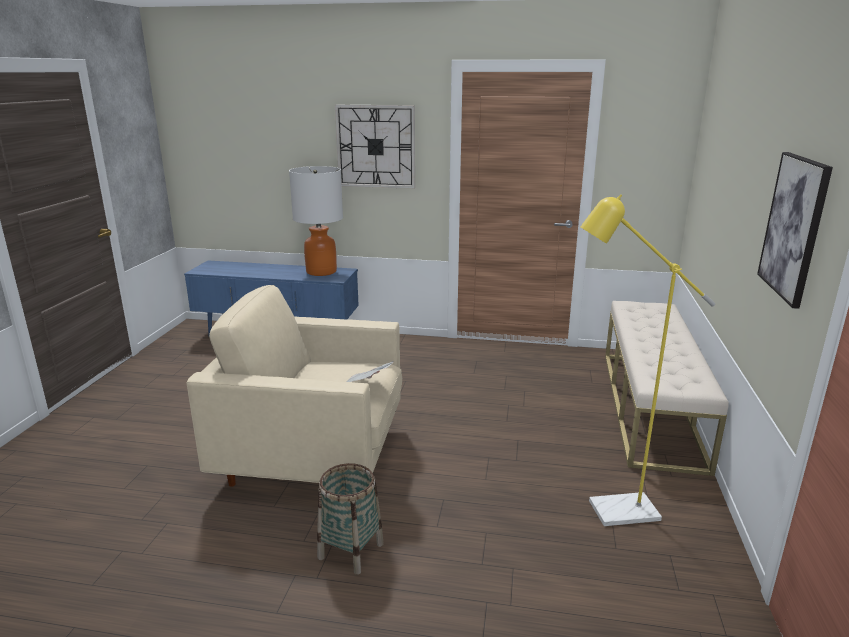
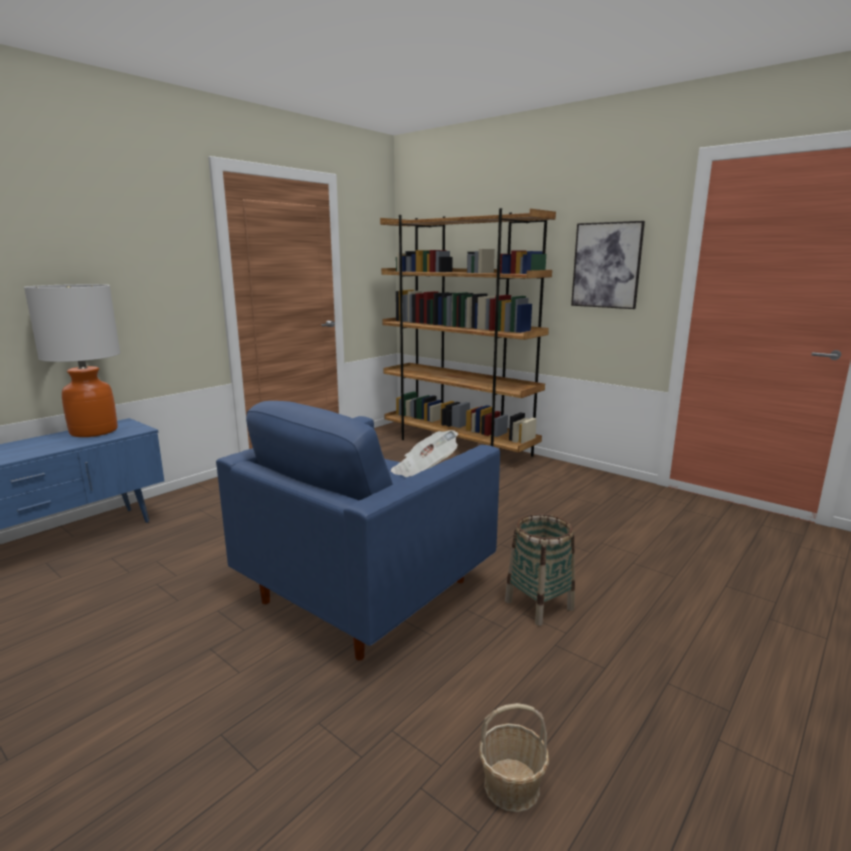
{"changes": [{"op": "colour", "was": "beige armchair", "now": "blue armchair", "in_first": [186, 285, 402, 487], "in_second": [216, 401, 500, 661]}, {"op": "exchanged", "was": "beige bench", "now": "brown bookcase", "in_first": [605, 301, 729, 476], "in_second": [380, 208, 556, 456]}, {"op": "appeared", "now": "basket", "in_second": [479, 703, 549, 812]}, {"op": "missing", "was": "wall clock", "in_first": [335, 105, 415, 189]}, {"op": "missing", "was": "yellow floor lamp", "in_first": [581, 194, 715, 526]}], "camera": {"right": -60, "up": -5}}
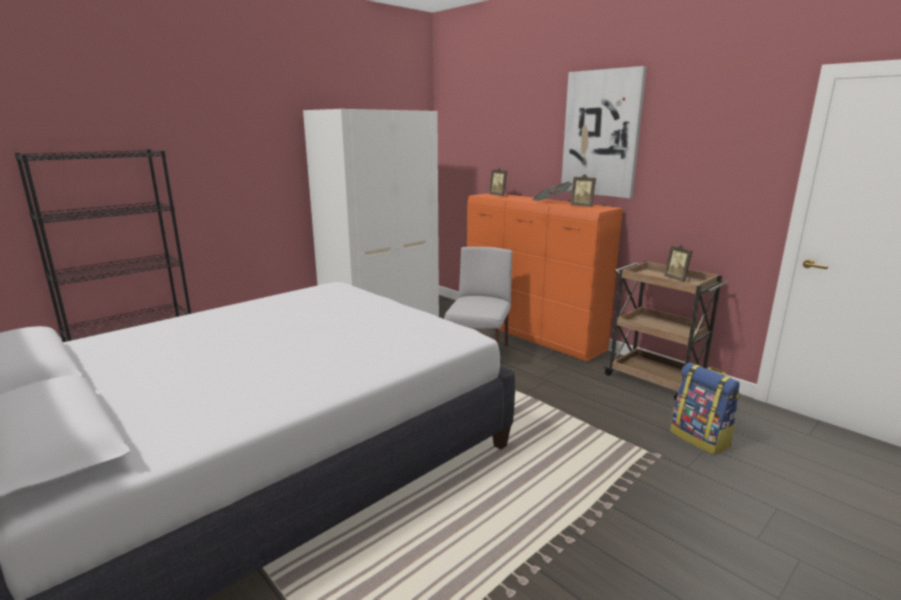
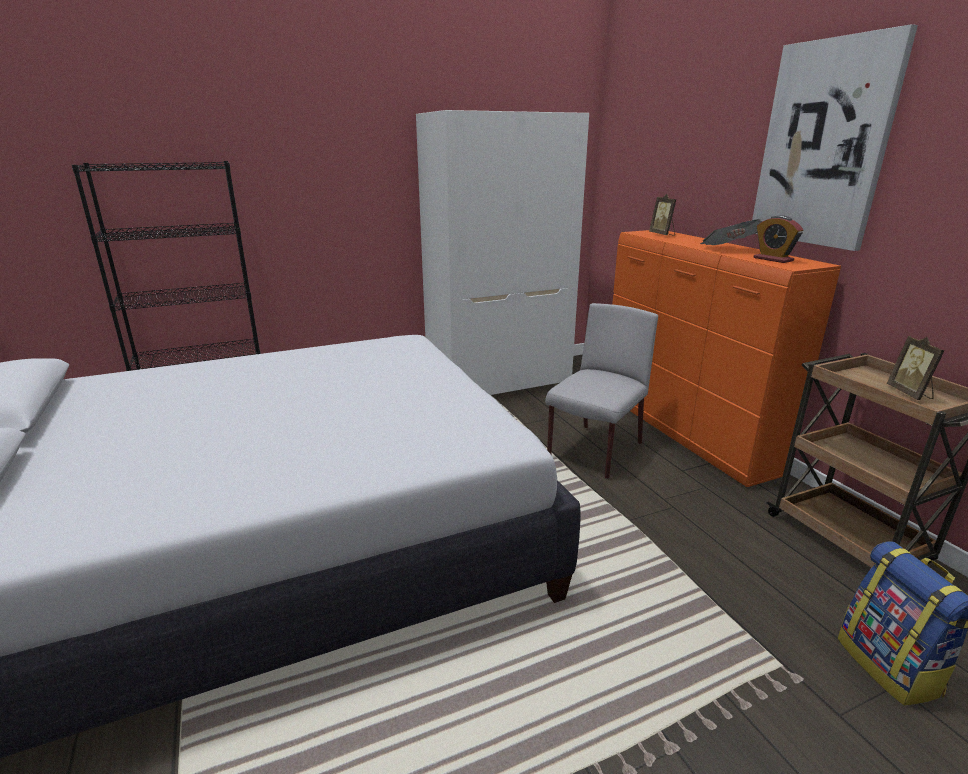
{"changes": [{"op": "exchanged", "was": "picture frame", "now": "alarm clock", "in_first": [570, 174, 596, 207], "in_second": [754, 216, 803, 263]}], "camera": {"right": 20, "up": 5}}
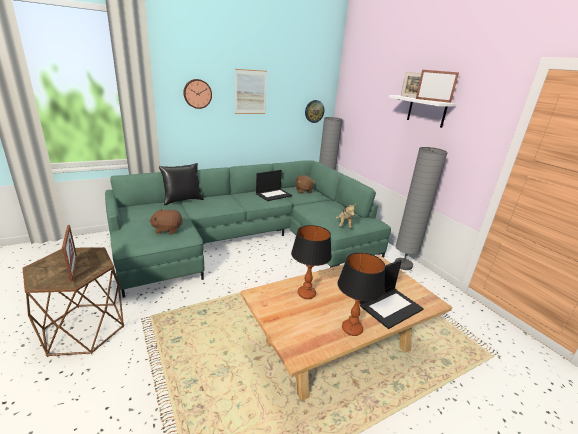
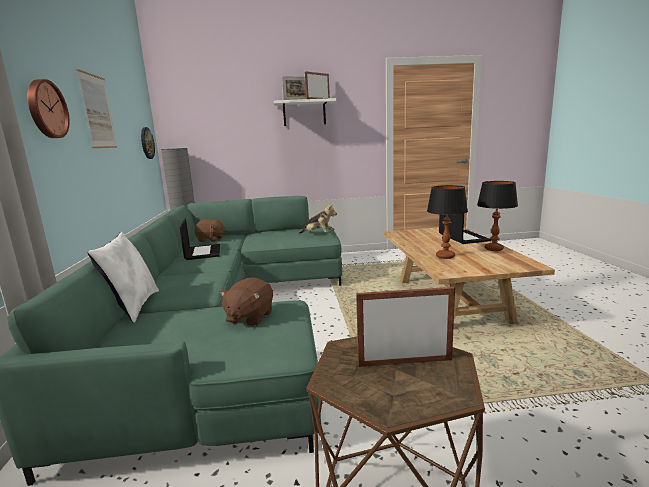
{"changes": [{"op": "colour", "was": "black pillow", "now": "white pillow", "in_first": [159, 163, 204, 205], "in_second": [87, 232, 159, 323]}, {"op": "missing", "was": "grey floor lamp", "in_first": [395, 147, 448, 270]}], "camera": {"right": -65, "up": -10}}
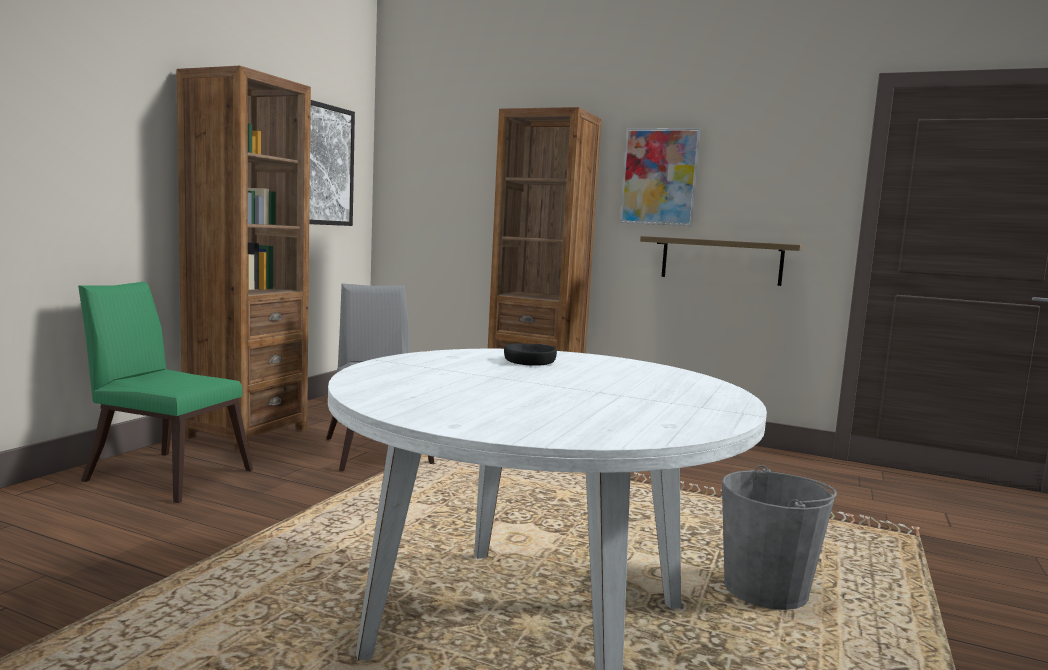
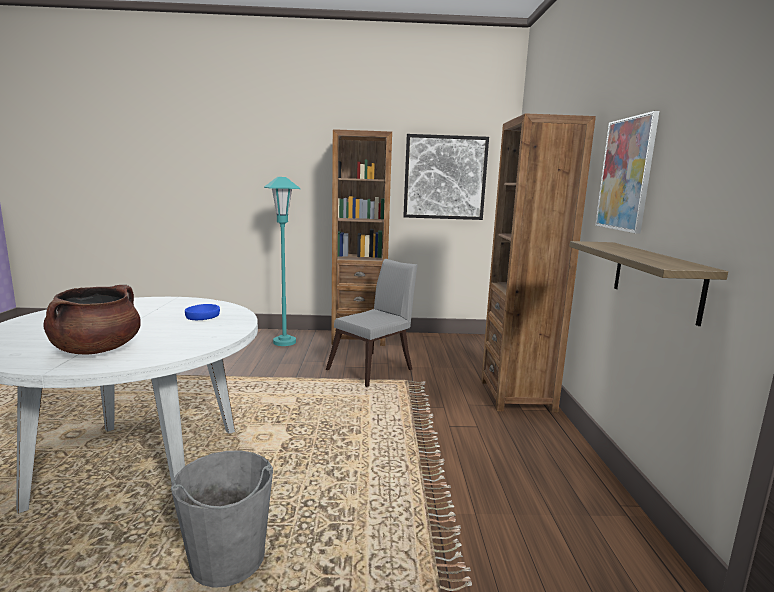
{"changes": [{"op": "appeared", "now": "brown cooking pot", "in_second": [43, 285, 141, 354]}, {"op": "colour", "was": "black bowl", "now": "blue bowl", "in_first": [504, 343, 557, 366], "in_second": [185, 304, 220, 320]}, {"op": "exchanged", "was": "green chair", "now": "turquoise floor lamp", "in_first": [78, 282, 253, 503], "in_second": [264, 177, 300, 346]}], "camera": {"right": 65, "up": 5}}
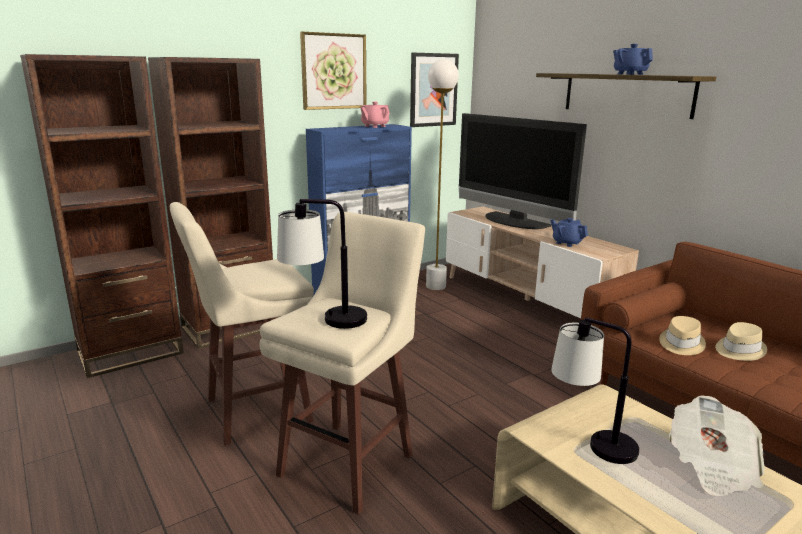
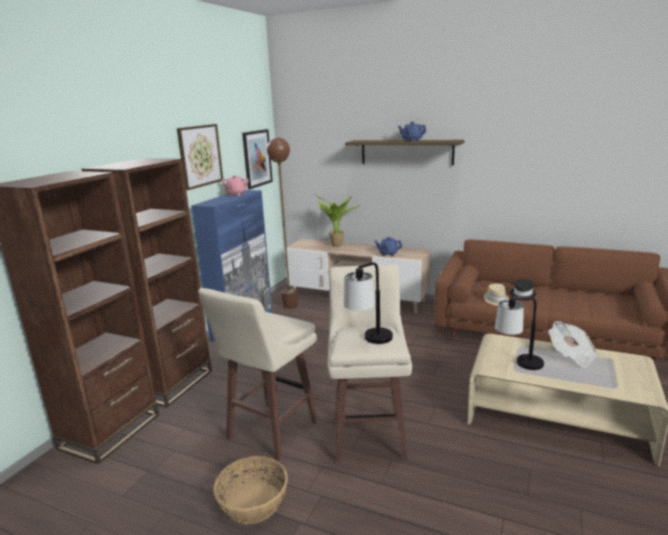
{"changes": [{"op": "appeared", "now": "basket", "in_second": [213, 456, 288, 524]}, {"op": "colour", "was": "white floor lamp", "now": "brown floor lamp", "in_first": [426, 59, 459, 290], "in_second": [267, 138, 298, 309]}, {"op": "exchanged", "was": "television", "now": "potted plant", "in_first": [459, 113, 587, 229], "in_second": [316, 195, 360, 247]}, {"op": "colour", "was": "beige hat", "now": "black hat", "in_first": [715, 322, 767, 361], "in_second": [510, 279, 536, 301]}], "camera": {"right": -30, "up": 0}}
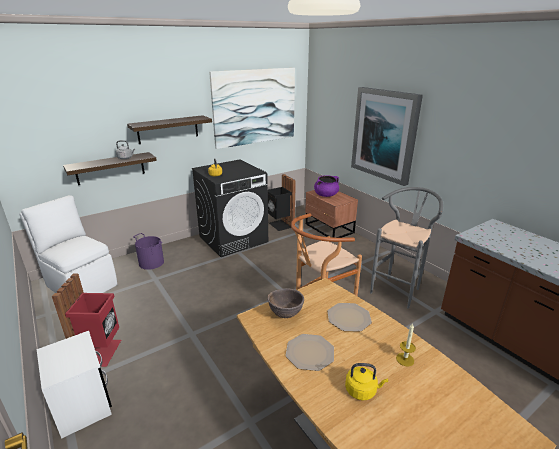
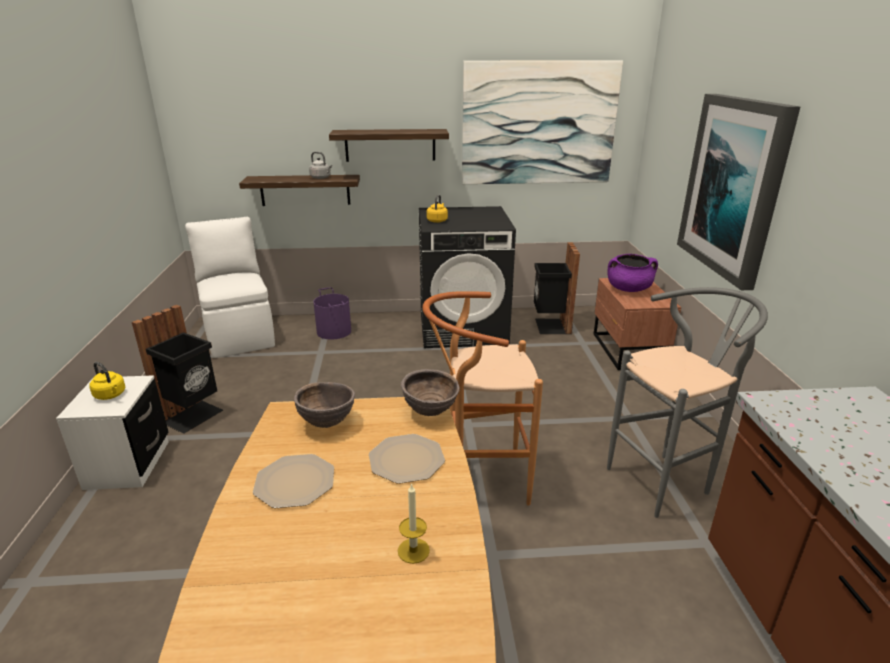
{"changes": [{"op": "relocated", "was": "yellow kettle", "in_first": [345, 363, 388, 401], "in_second": [90, 362, 125, 400]}, {"op": "colour", "was": "red trash can", "now": "black trash can", "in_first": [52, 274, 121, 367], "in_second": [132, 305, 223, 434]}, {"op": "appeared", "now": "brown bowl", "in_second": [401, 369, 460, 416]}], "camera": {"right": 30, "up": 0}}
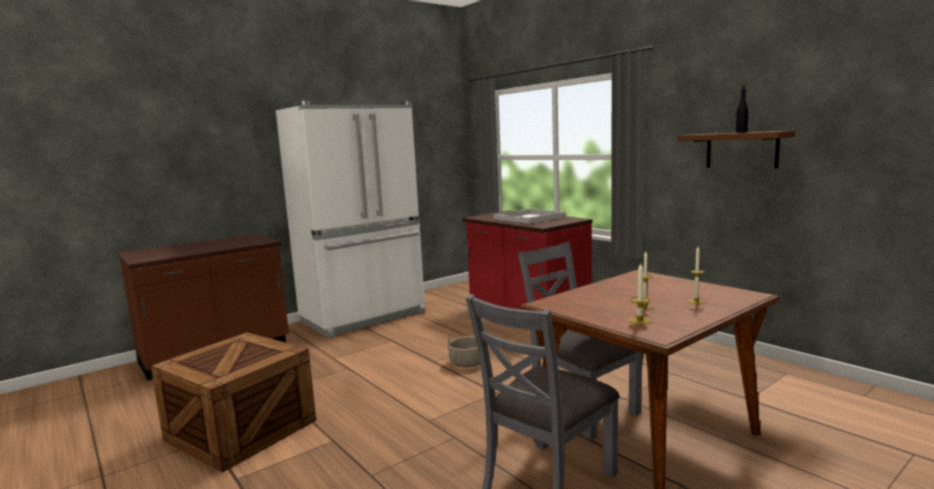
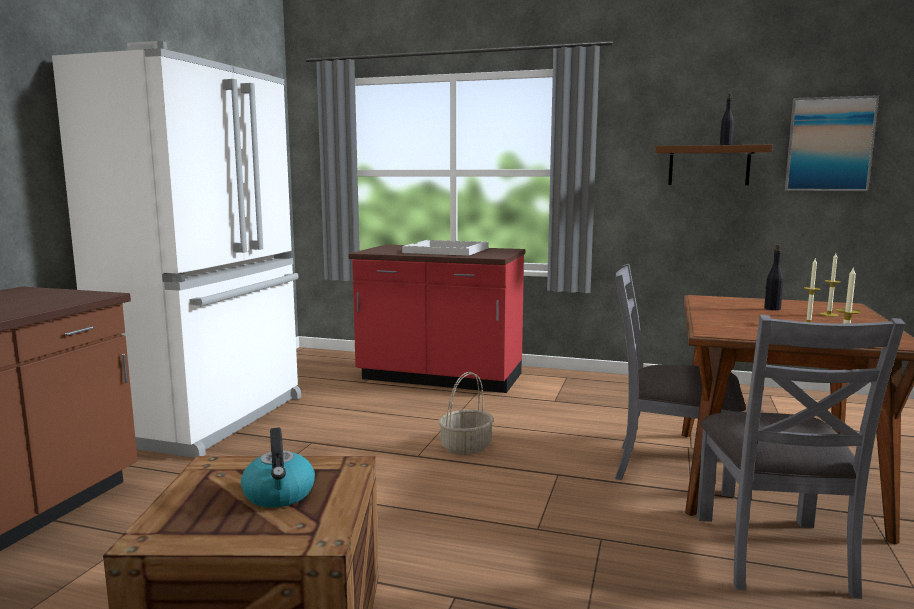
{"changes": [{"op": "appeared", "now": "kettle", "in_second": [241, 428, 315, 508]}, {"op": "appeared", "now": "black bottle", "in_second": [764, 245, 783, 310]}, {"op": "appeared", "now": "picture", "in_second": [785, 95, 879, 191]}], "camera": {"right": -35, "up": 0}}
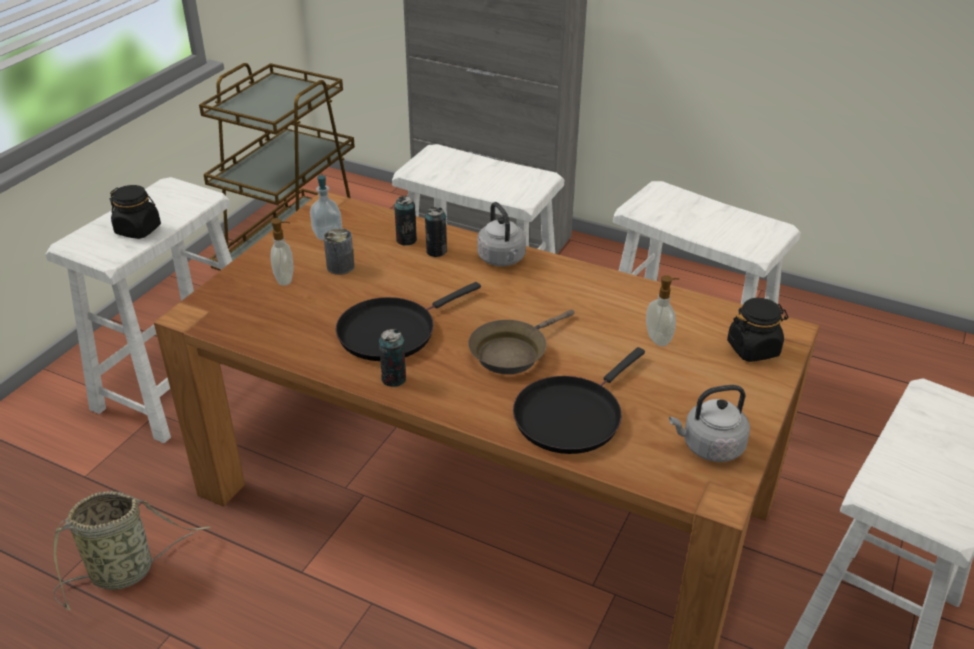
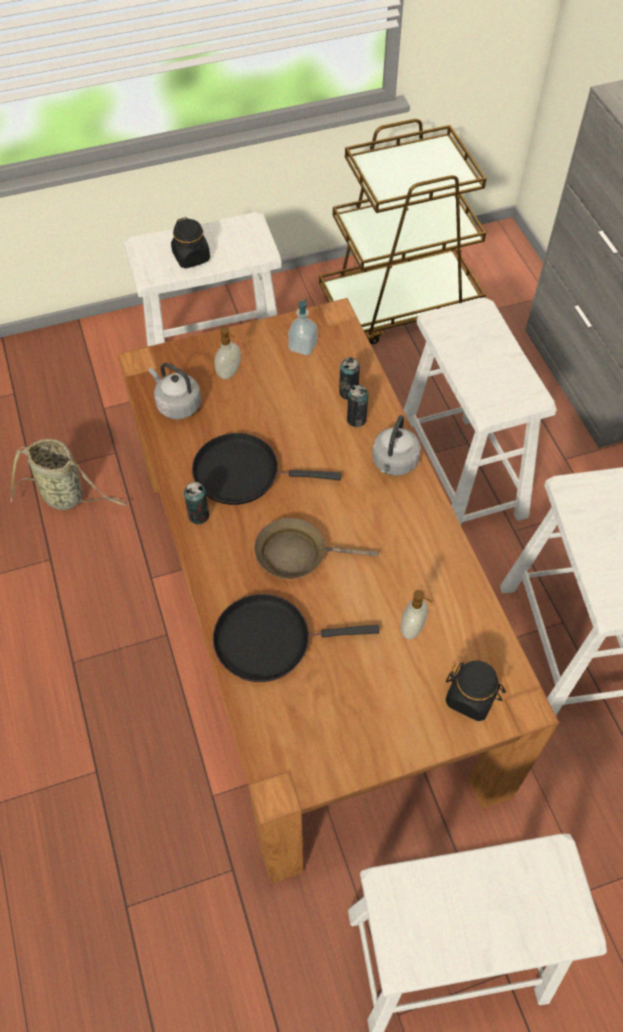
{"changes": [{"op": "relocated", "was": "grey kettle", "in_first": [669, 385, 750, 462], "in_second": [149, 363, 201, 419]}, {"op": "missing", "was": "can", "in_first": [323, 228, 355, 275]}], "camera": {"right": 45, "up": 20}}
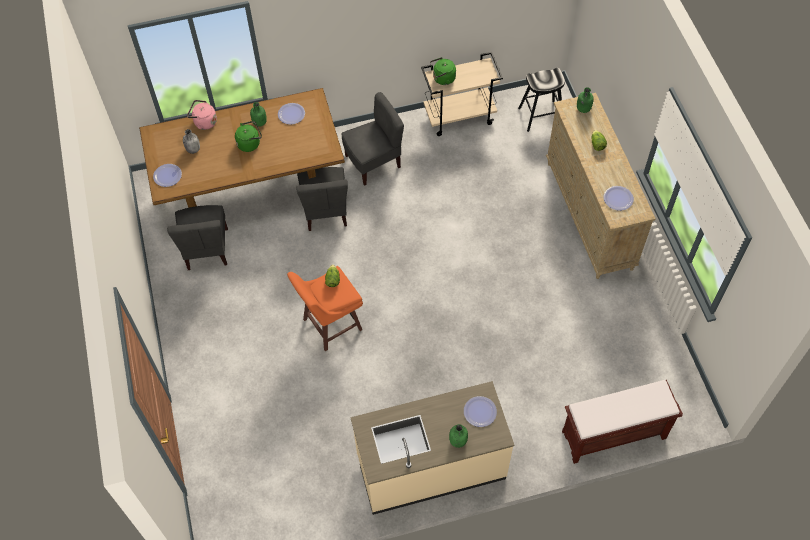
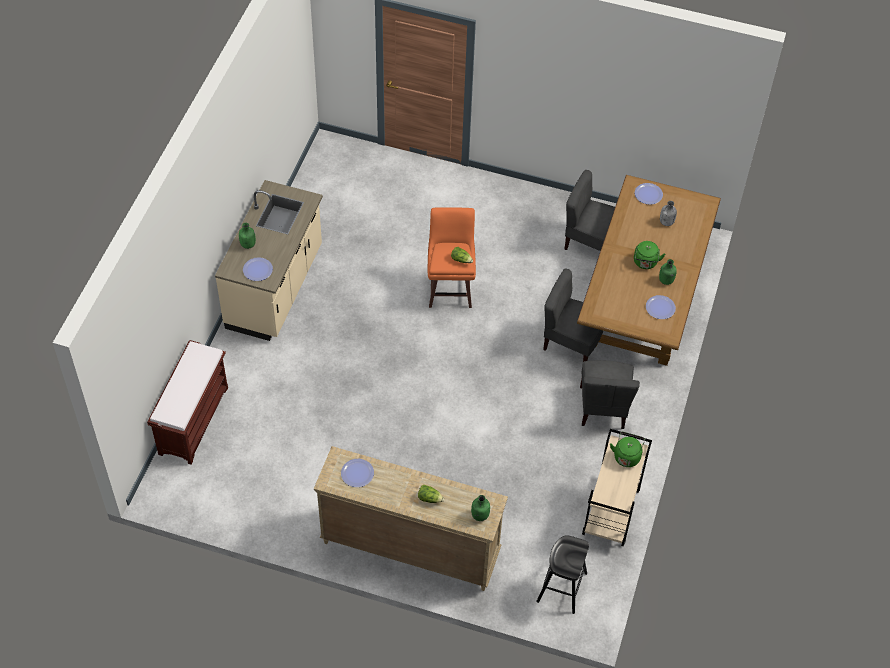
{"changes": [{"op": "missing", "was": "pink kettle", "in_first": [187, 100, 217, 130]}], "camera": {"right": 120, "up": -5}}
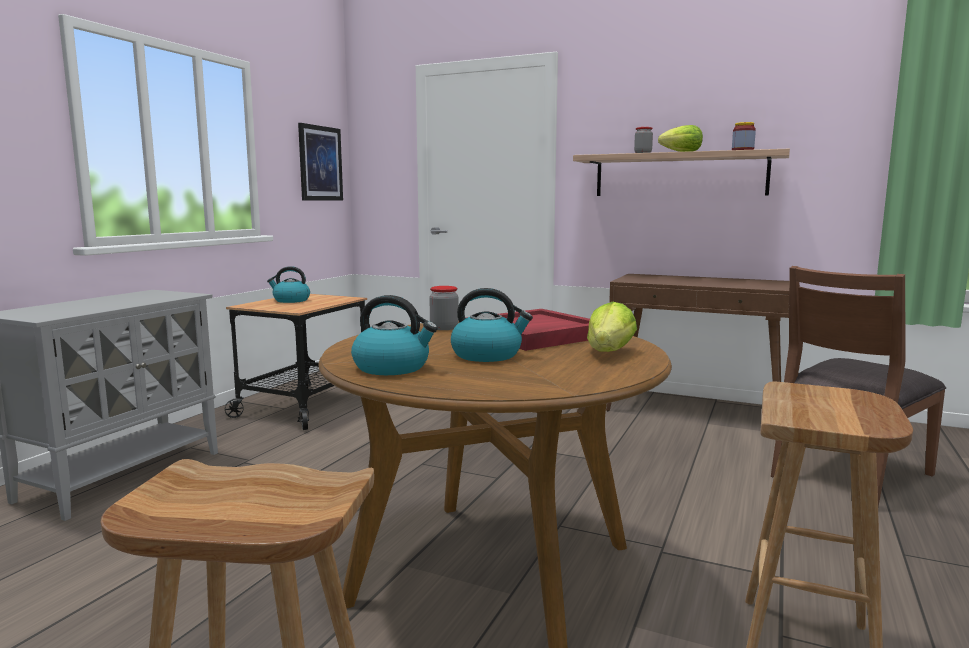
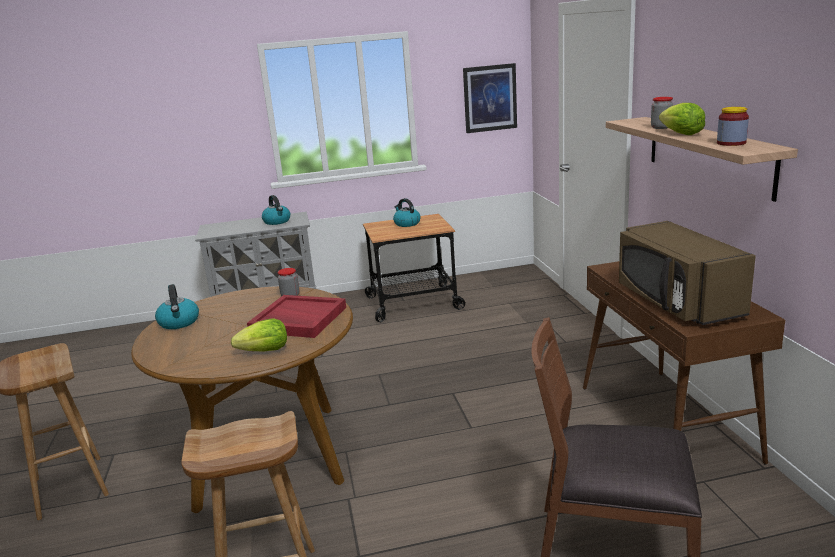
{"changes": [{"op": "relocated", "was": "kettle", "in_first": [451, 288, 533, 362], "in_second": [262, 195, 290, 225]}, {"op": "appeared", "now": "brown microwave", "in_second": [619, 221, 756, 325]}], "camera": {"right": 55, "up": 10}}
